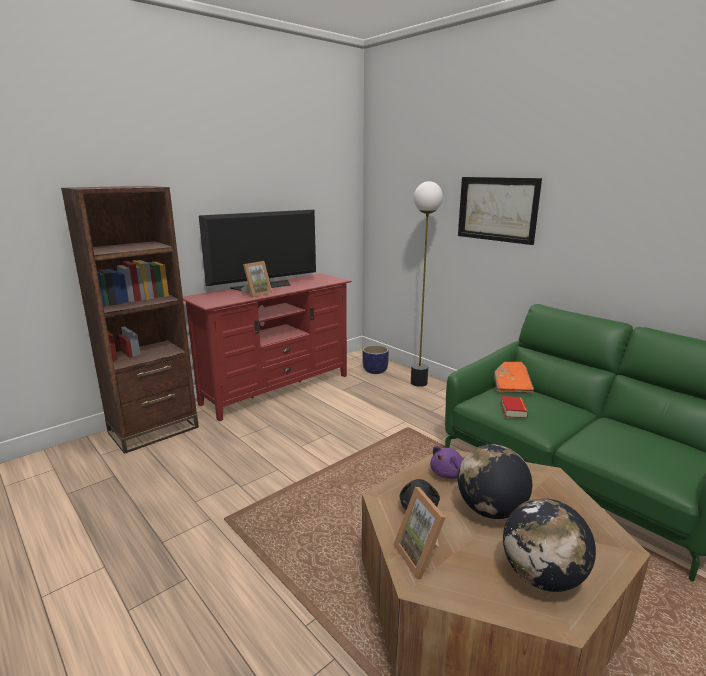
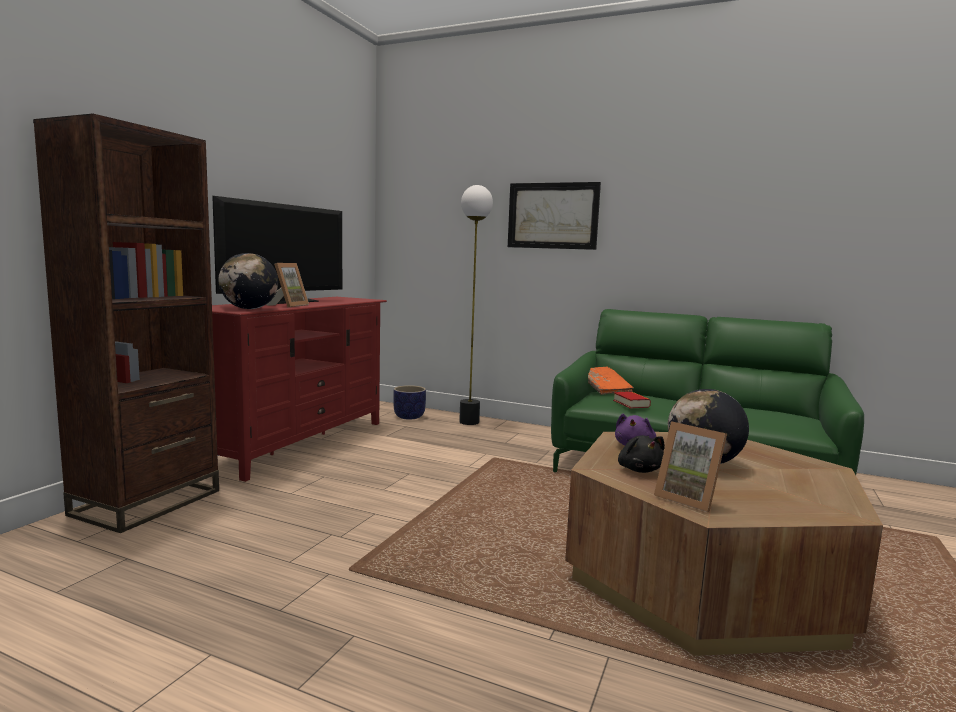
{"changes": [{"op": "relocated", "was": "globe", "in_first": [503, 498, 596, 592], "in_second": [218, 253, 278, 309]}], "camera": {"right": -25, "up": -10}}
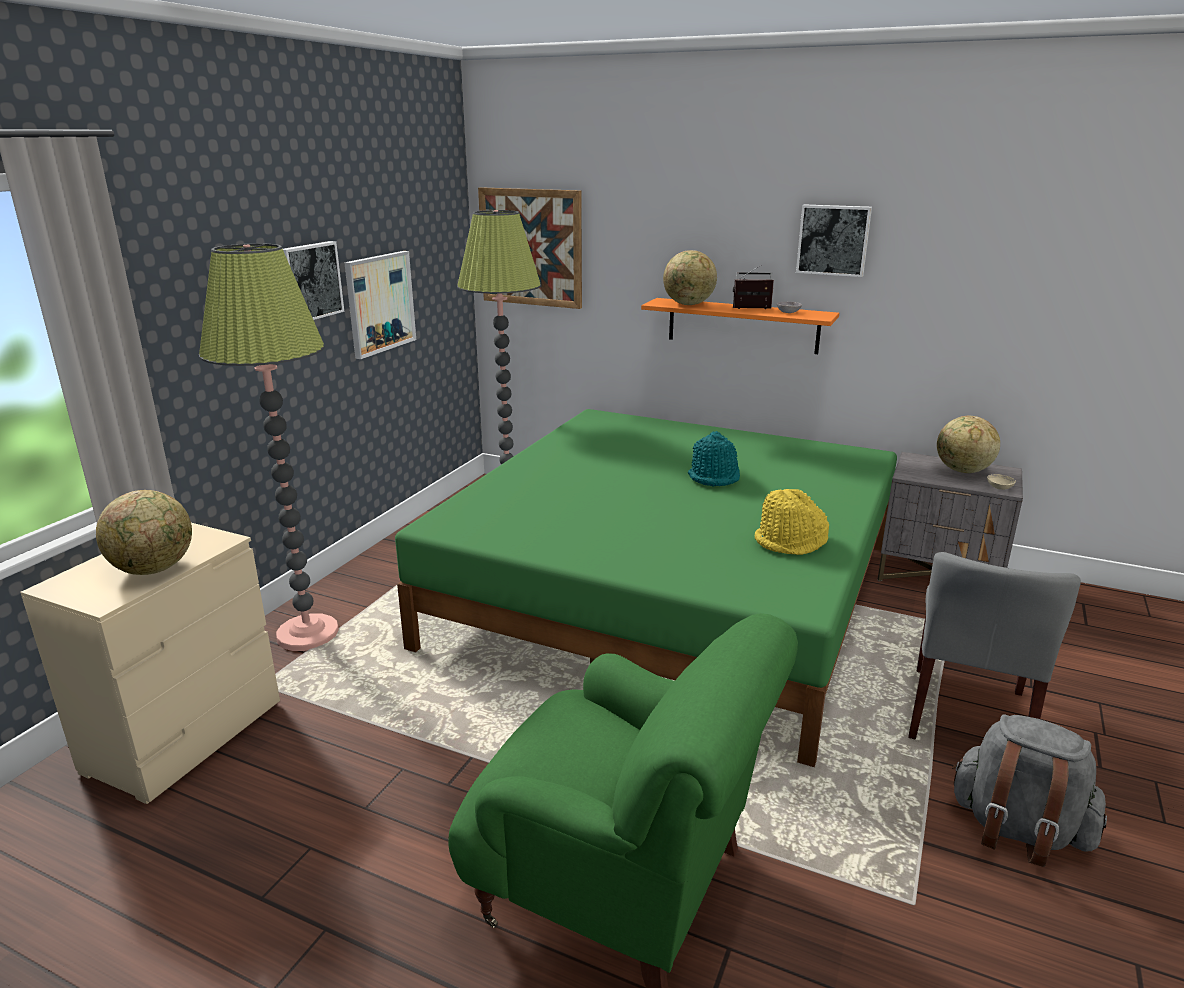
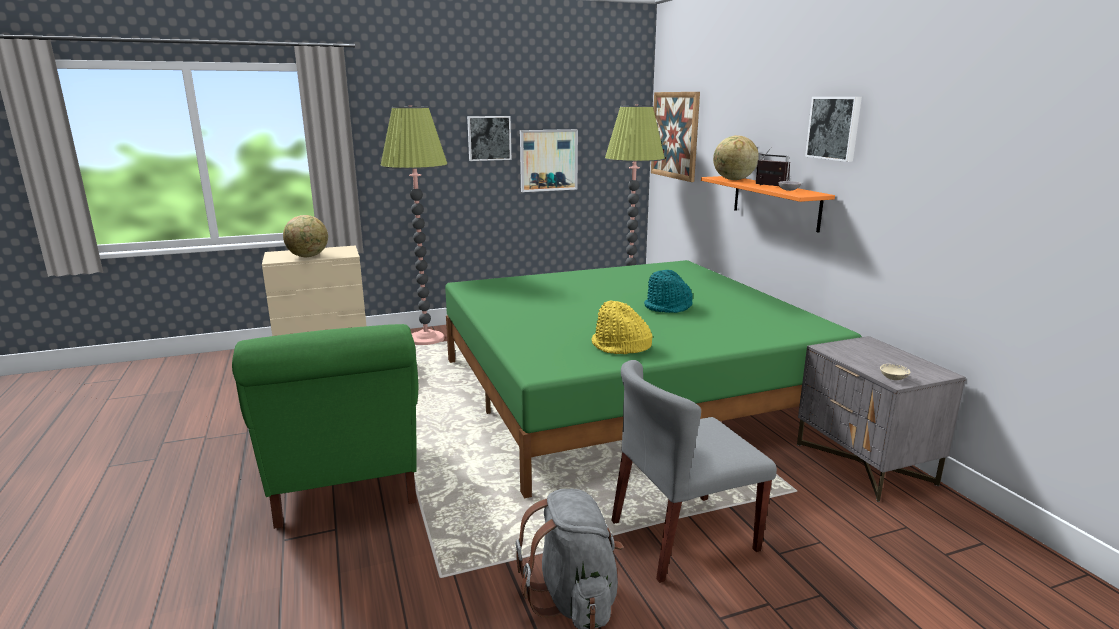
{"changes": [{"op": "missing", "was": "globe", "in_first": [937, 416, 1000, 473]}], "camera": {"right": 45, "up": -5}}
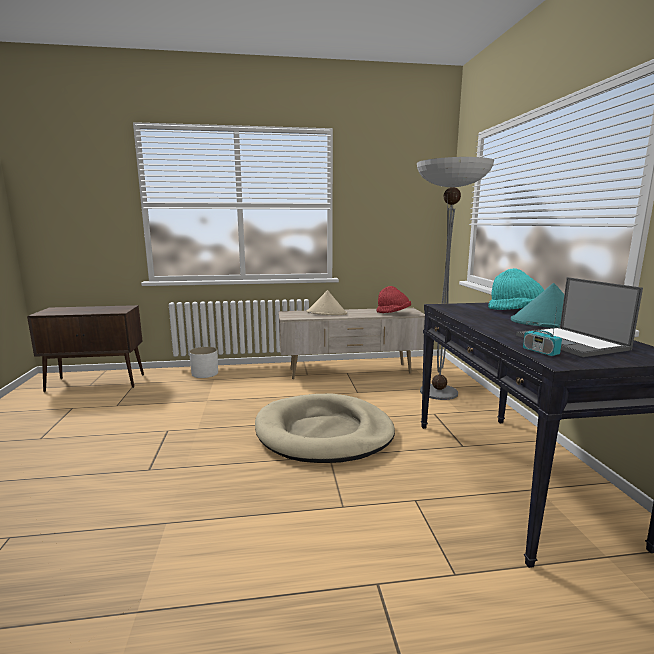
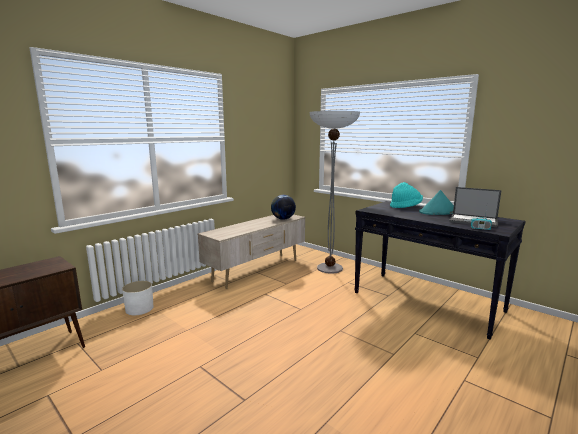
{"changes": [{"op": "exchanged", "was": "red hat", "now": "globe", "in_first": [376, 286, 411, 313], "in_second": [271, 195, 296, 220]}, {"op": "missing", "was": "beige dog bed", "in_first": [255, 394, 395, 463]}, {"op": "missing", "was": "beige hat", "in_first": [306, 290, 347, 315]}], "camera": {"right": -40, "up": 0}}
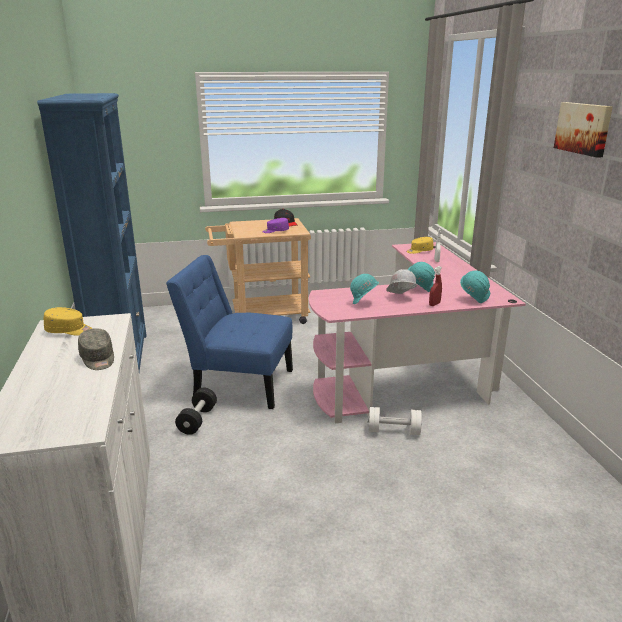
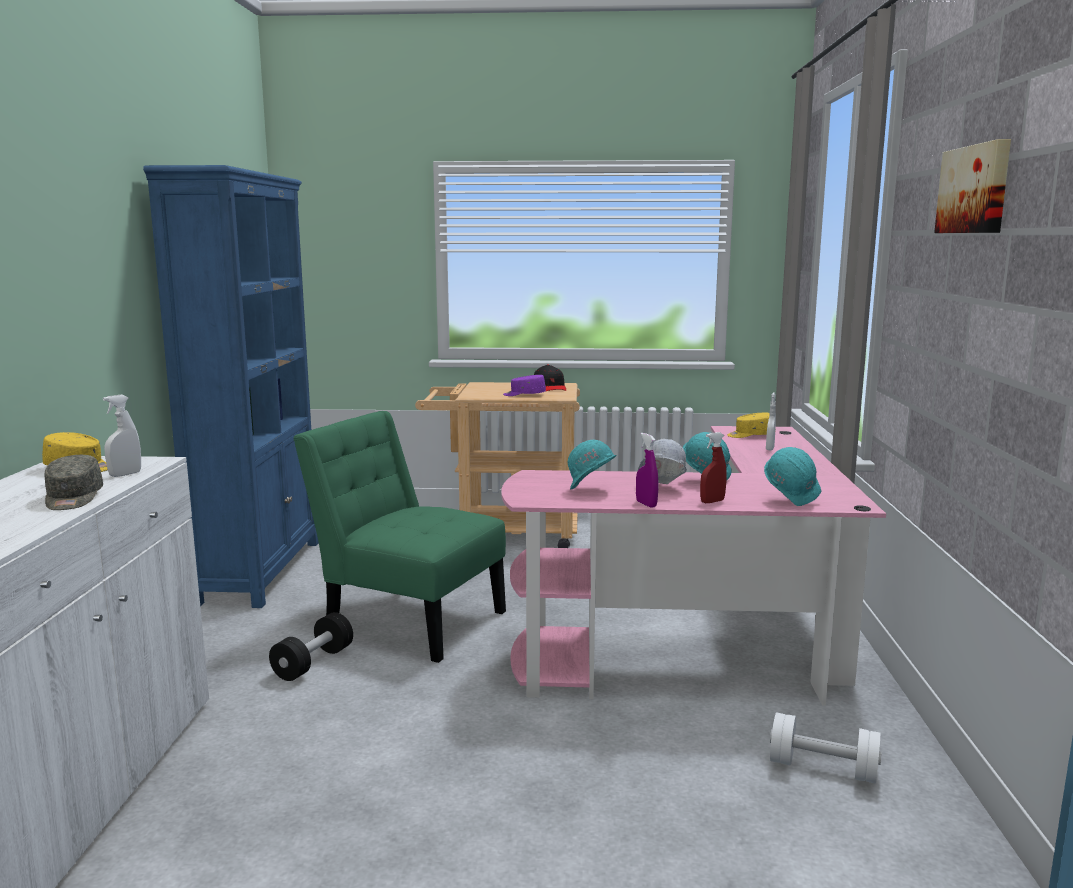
{"changes": [{"op": "appeared", "now": "white spray bottle", "in_second": [103, 394, 141, 477]}, {"op": "colour", "was": "blue chair", "now": "green chair", "in_first": [166, 255, 293, 409], "in_second": [293, 411, 506, 663]}, {"op": "appeared", "now": "purple spray bottle", "in_second": [636, 433, 658, 508]}, {"op": "relocated", "was": "white dumbbell", "in_first": [368, 407, 422, 435], "in_second": [770, 712, 881, 784]}], "camera": {"right": 15, "up": -10}}
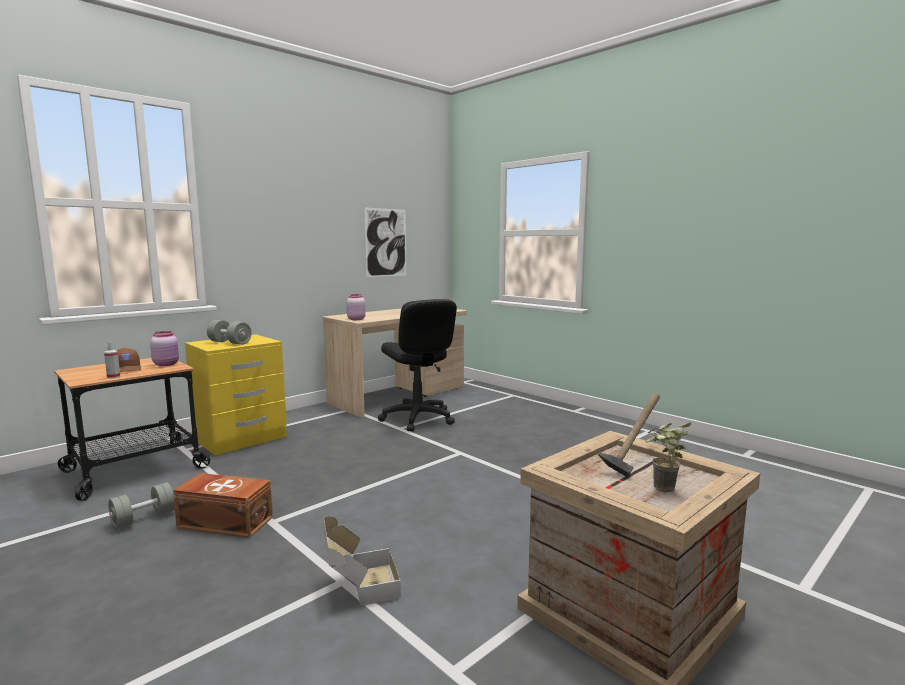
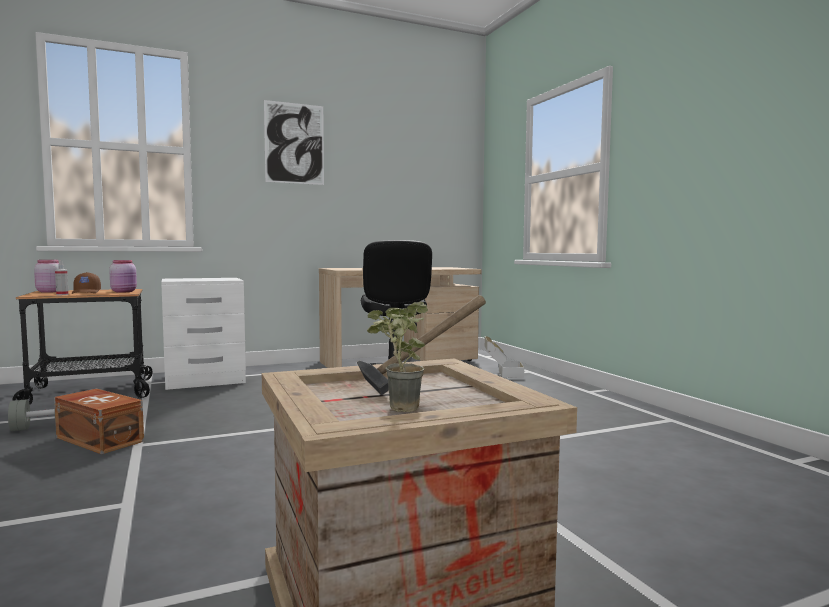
{"changes": [{"op": "relocated", "was": "pink jar", "in_first": [347, 294, 366, 320], "in_second": [34, 260, 59, 293]}, {"op": "colour", "was": "yellow nightstand", "now": "white nightstand", "in_first": [185, 334, 287, 455], "in_second": [161, 278, 246, 390]}, {"op": "relocated", "was": "picture", "in_first": [364, 207, 406, 277], "in_second": [264, 100, 324, 185]}, {"op": "relocated", "was": "cardboard box", "in_first": [324, 516, 401, 606], "in_second": [485, 336, 524, 378]}, {"op": "missing", "was": "grey dumbbell", "in_first": [207, 320, 252, 345]}], "camera": {"right": 20, "up": -5}}
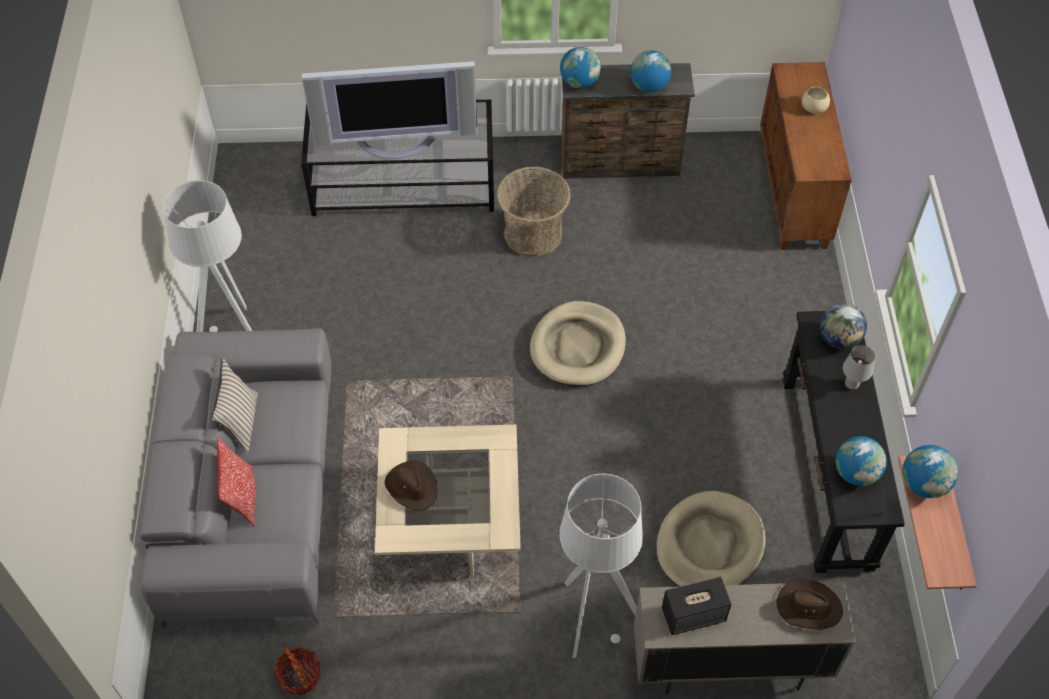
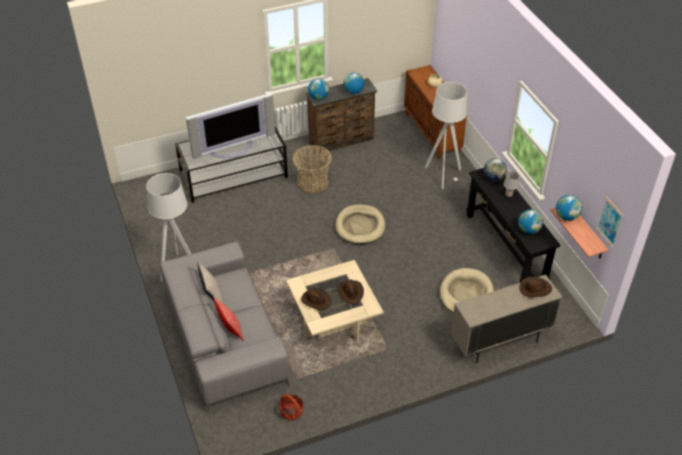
{"changes": [{"op": "appeared", "now": "brown hat", "in_second": [338, 279, 364, 304]}, {"op": "relocated", "was": "grey floor lamp", "in_first": [559, 473, 643, 658], "in_second": [425, 82, 467, 189]}, {"op": "appeared", "now": "picture", "in_second": [596, 196, 624, 248]}, {"op": "missing", "was": "speaker", "in_first": [662, 577, 731, 635]}], "camera": {"right": -20, "up": -10}}
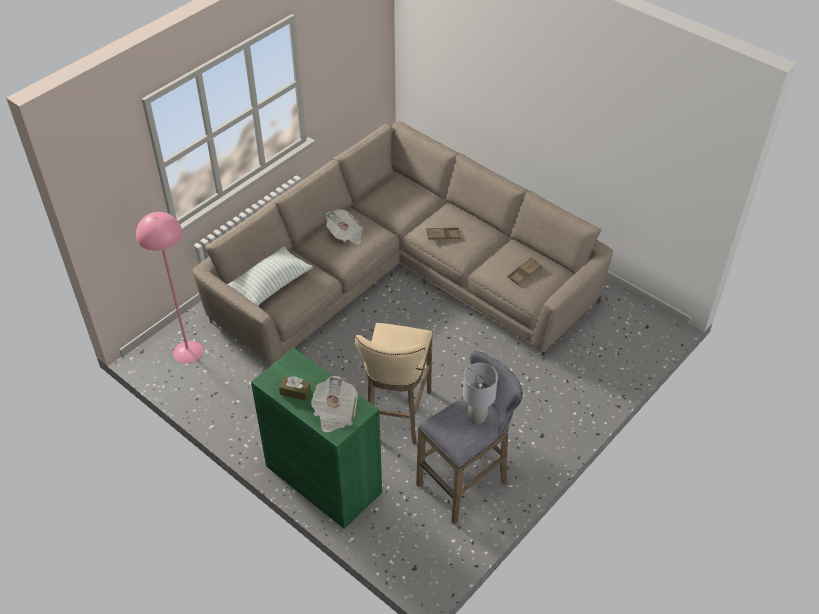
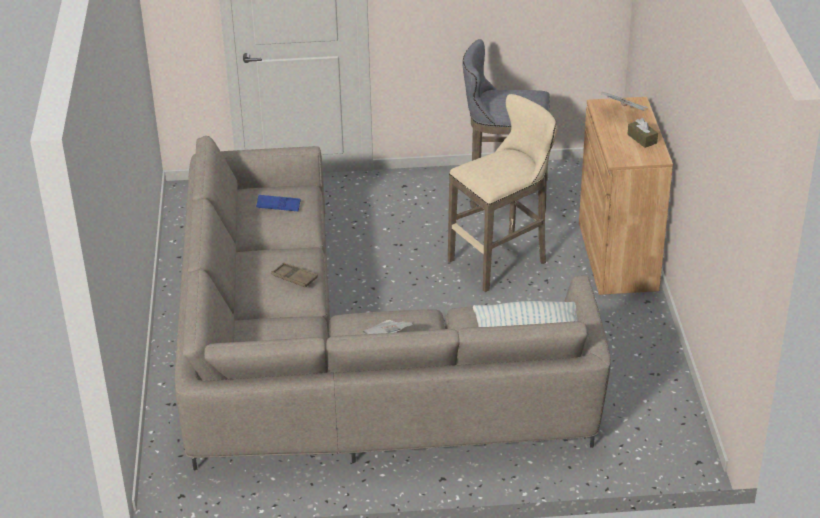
{"changes": [{"op": "colour", "was": "brown tray", "now": "blue tray", "in_first": [507, 257, 542, 285], "in_second": [256, 195, 301, 211]}, {"op": "colour", "was": "green cabinet", "now": "brown cabinet", "in_first": [251, 348, 382, 529], "in_second": [579, 97, 673, 295]}, {"op": "missing", "was": "pink floor lamp", "in_first": [136, 212, 203, 363]}, {"op": "missing", "was": "grey table lamp", "in_first": [463, 363, 498, 424]}], "camera": {"right": -135, "up": -10}}
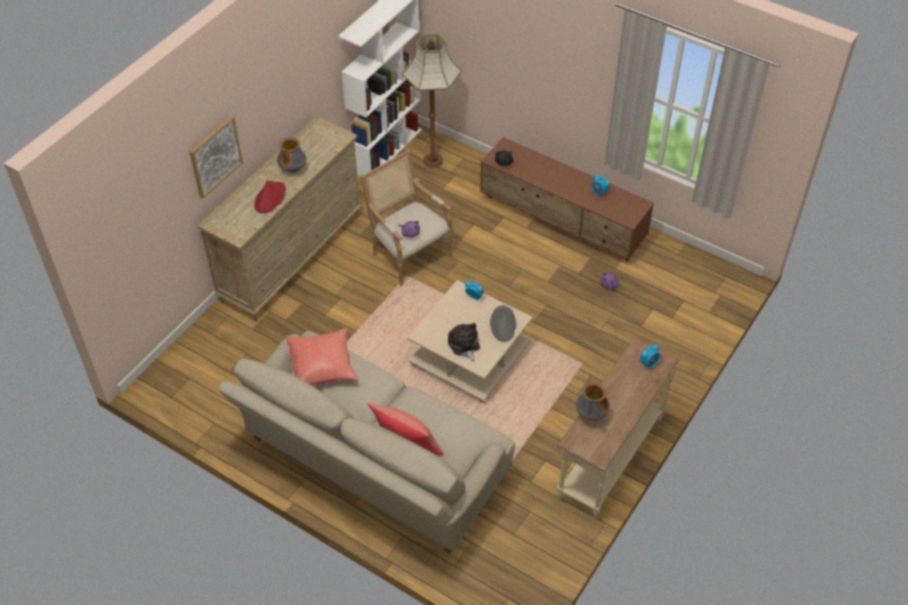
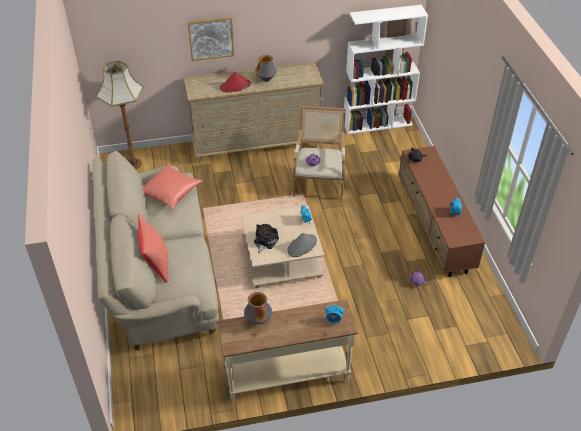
{"changes": [{"op": "relocated", "was": "floor lamp", "in_first": [402, 34, 462, 168], "in_second": [96, 60, 144, 169]}], "camera": {"right": 45, "up": -5}}
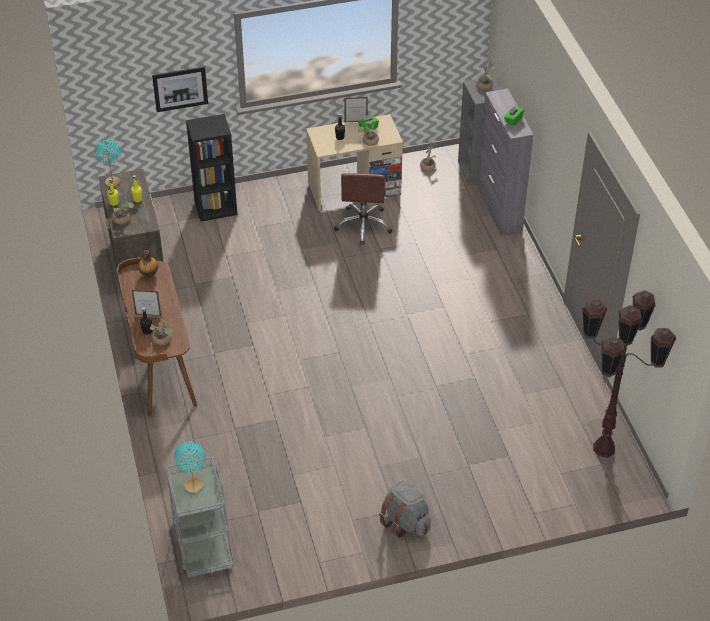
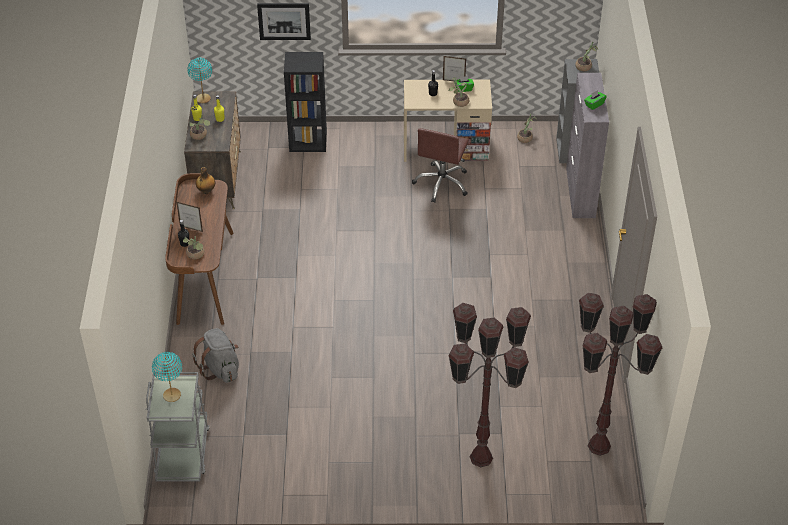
{"changes": [{"op": "relocated", "was": "grey backpack", "in_first": [379, 481, 431, 538], "in_second": [192, 328, 239, 383]}, {"op": "appeared", "now": "brown floor lamp", "in_second": [448, 303, 531, 467]}], "camera": {"right": 15, "up": 0}}
